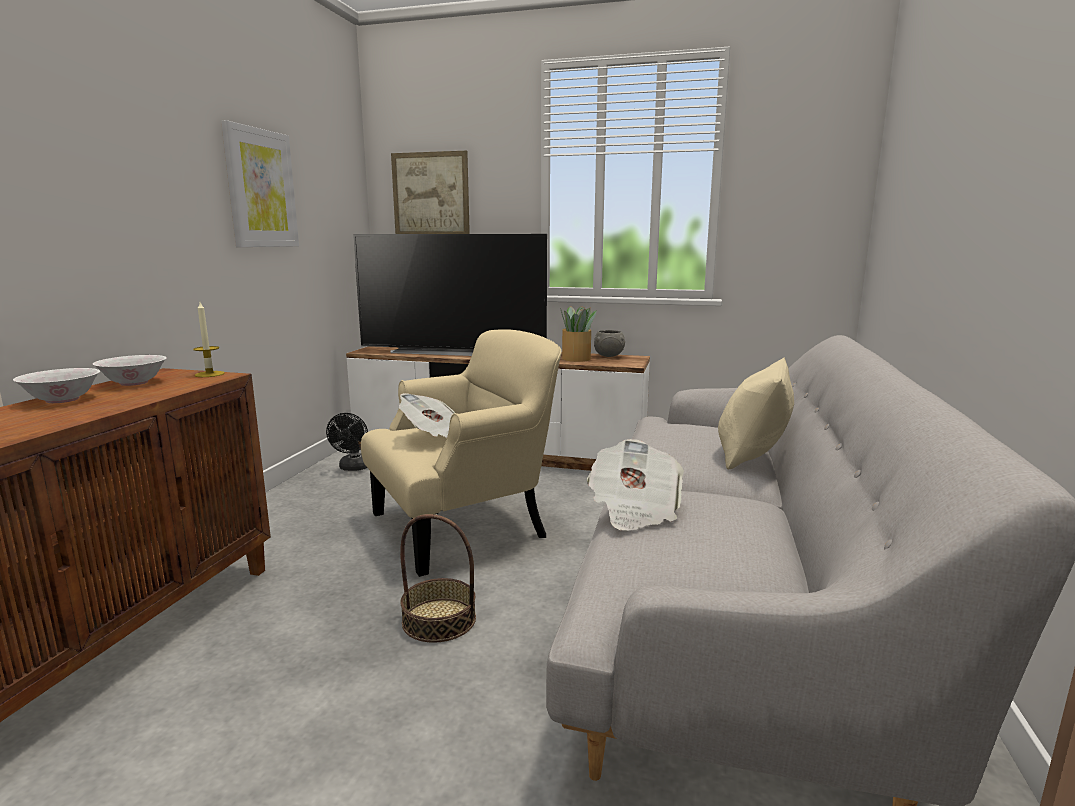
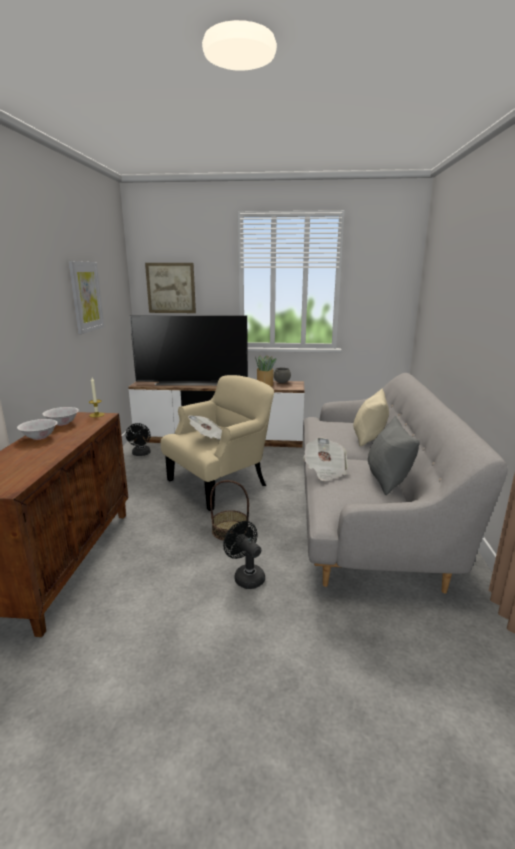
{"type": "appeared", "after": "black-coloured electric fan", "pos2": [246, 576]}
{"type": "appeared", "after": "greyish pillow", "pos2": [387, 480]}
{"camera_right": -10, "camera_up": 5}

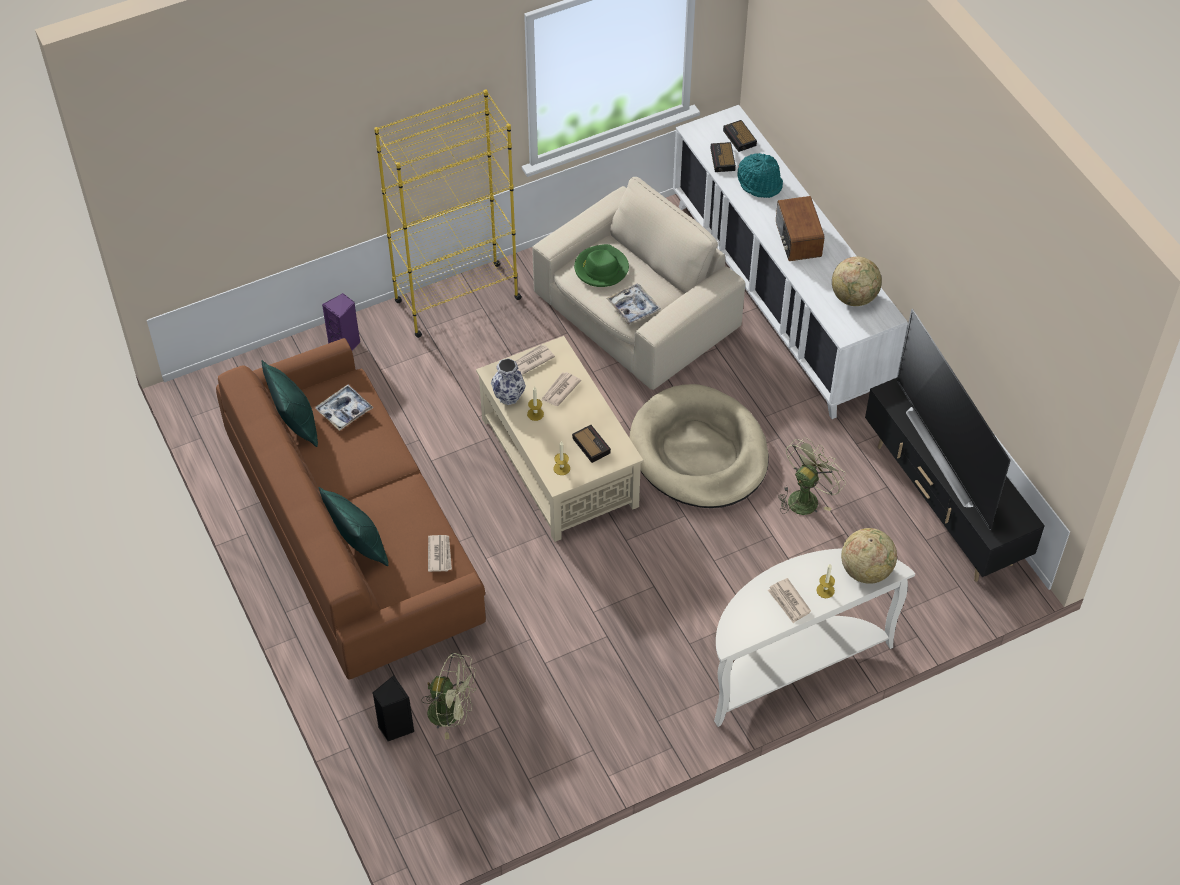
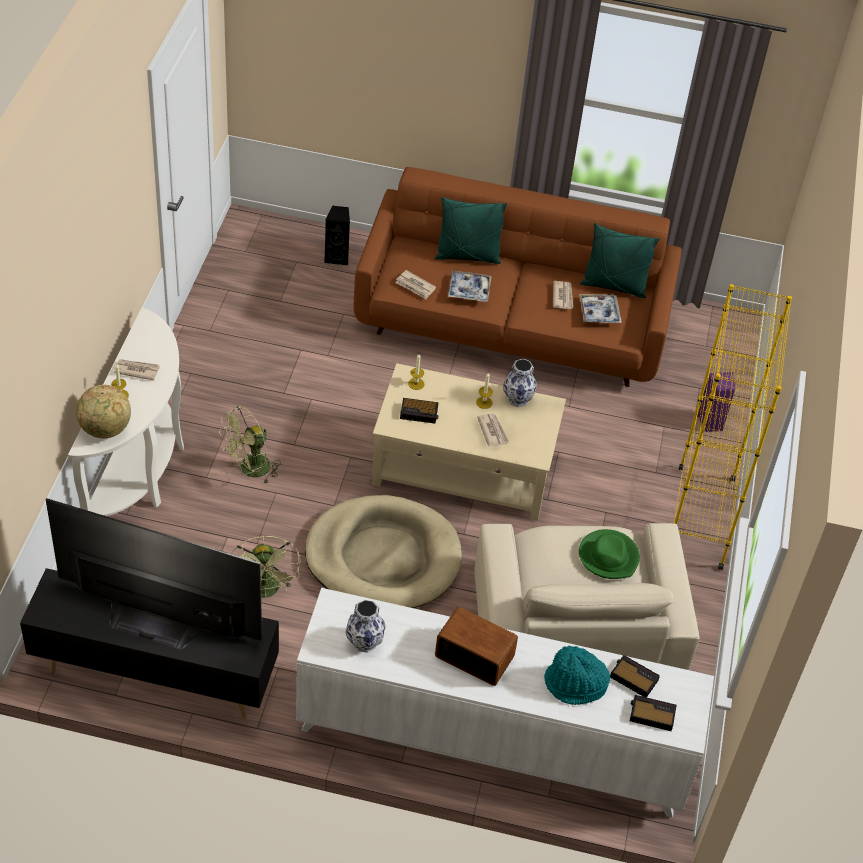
{"type": "relocated", "before": "green electric fan", "pos1": [451, 713], "pos2": [250, 470]}
{"type": "relocated", "before": "newspaper", "pos1": [532, 360], "pos2": [562, 296]}
{"type": "relocated", "before": "carrying tray", "pos1": [633, 307], "pos2": [469, 290]}
{"type": "exchanged", "before": "desk globe", "after": "decorative vase", "pos1": [854, 297], "pos2": [364, 642]}
{"camera_right": 125, "camera_up": -5}

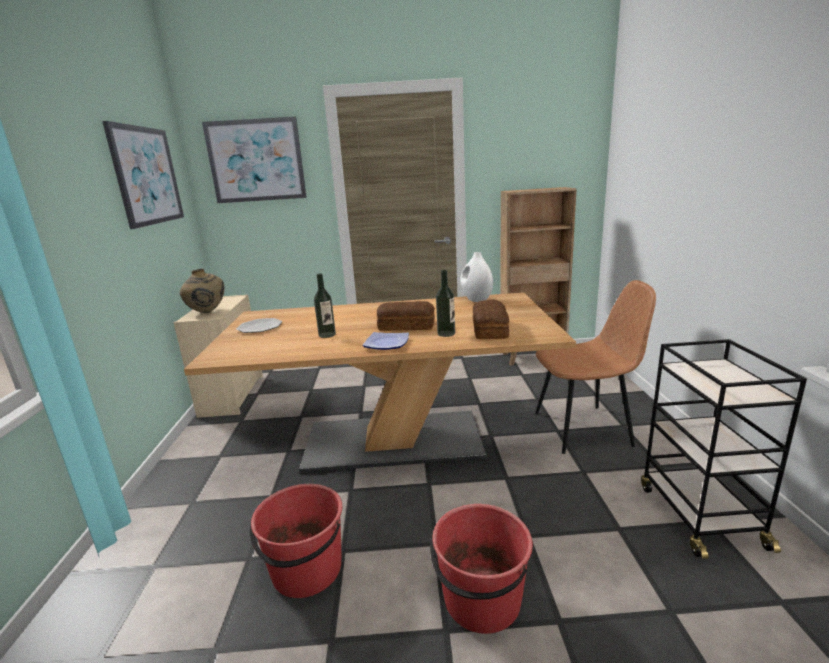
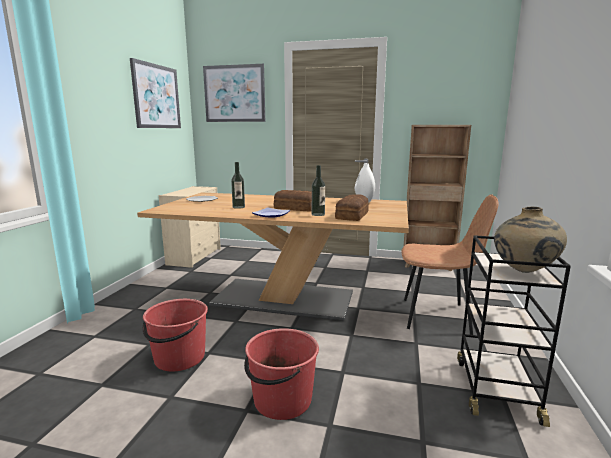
{"type": "relocated", "before": "beige decorative vase", "pos1": [207, 313], "pos2": [524, 272]}
{"camera_right": 15, "camera_up": -5}

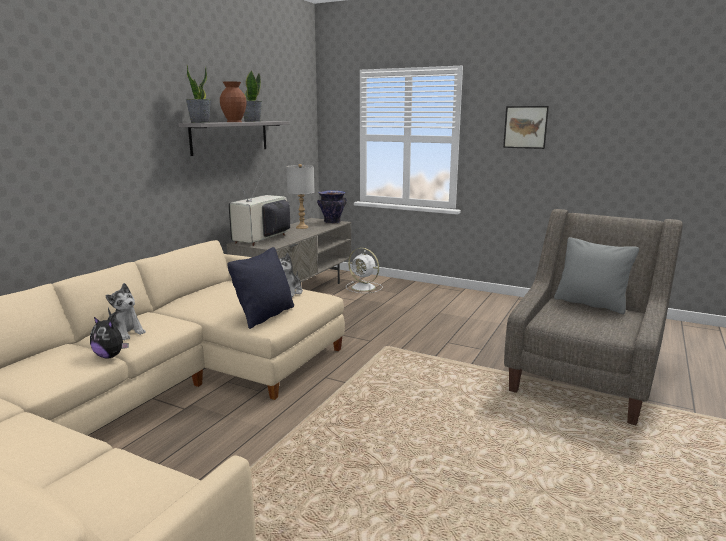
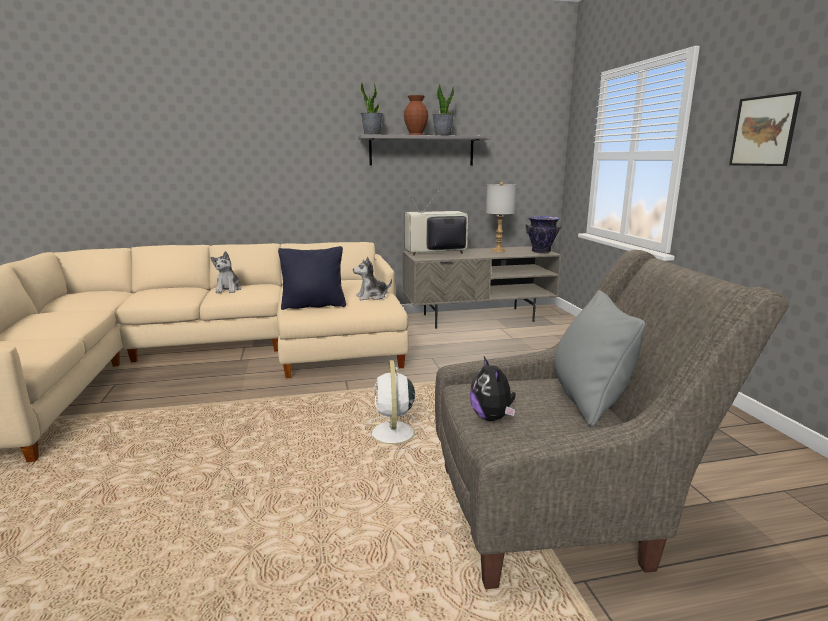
{"type": "relocated", "before": "cuddly toy", "pos1": [110, 356], "pos2": [492, 417]}
{"type": "relocated", "before": "white electric fan", "pos1": [364, 287], "pos2": [393, 434]}
{"camera_right": 50, "camera_up": 0}

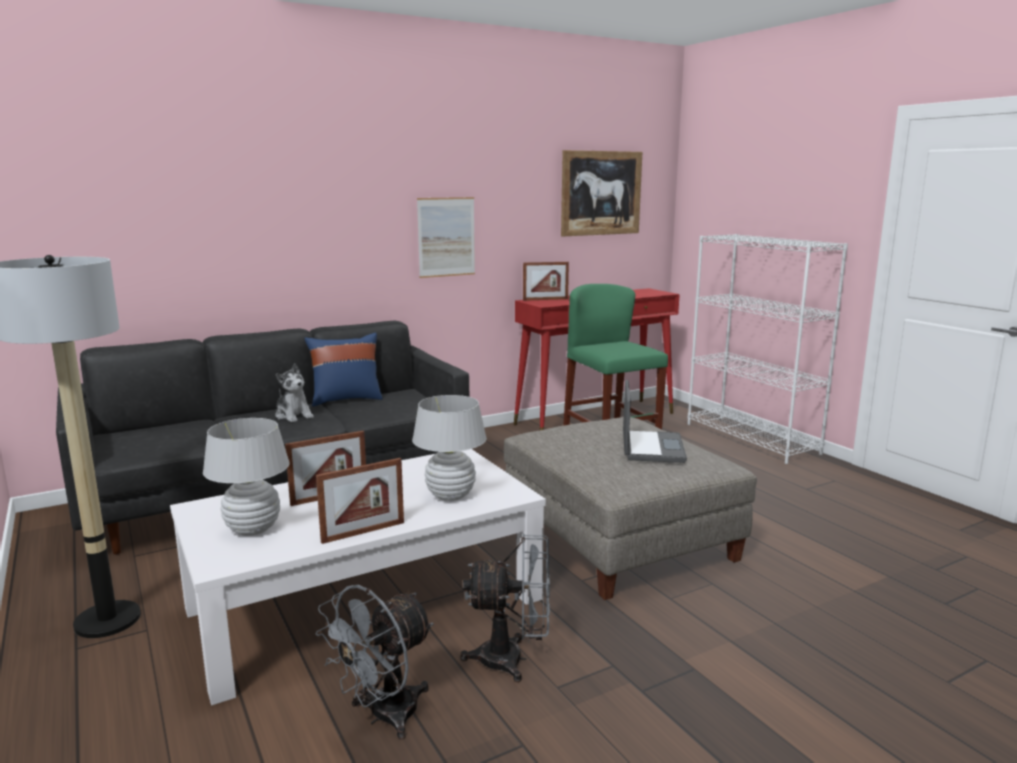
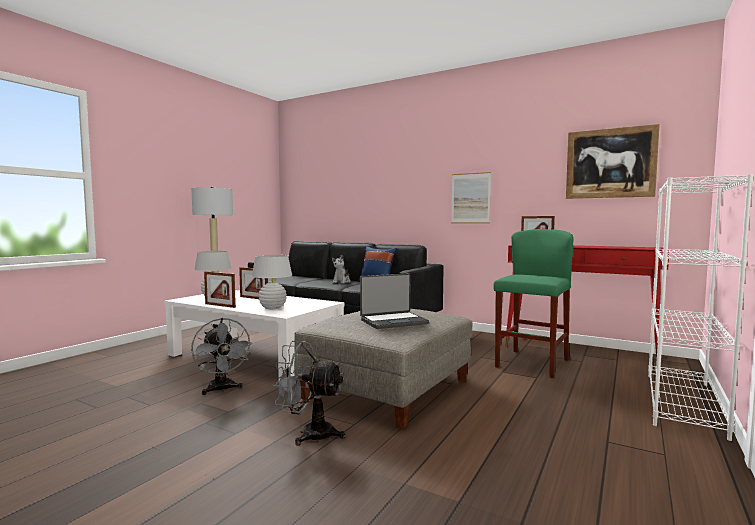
{"type": "relocated", "before": "greyish electric fan", "pos1": [383, 716], "pos2": [309, 433]}
{"camera_right": 60, "camera_up": -10}

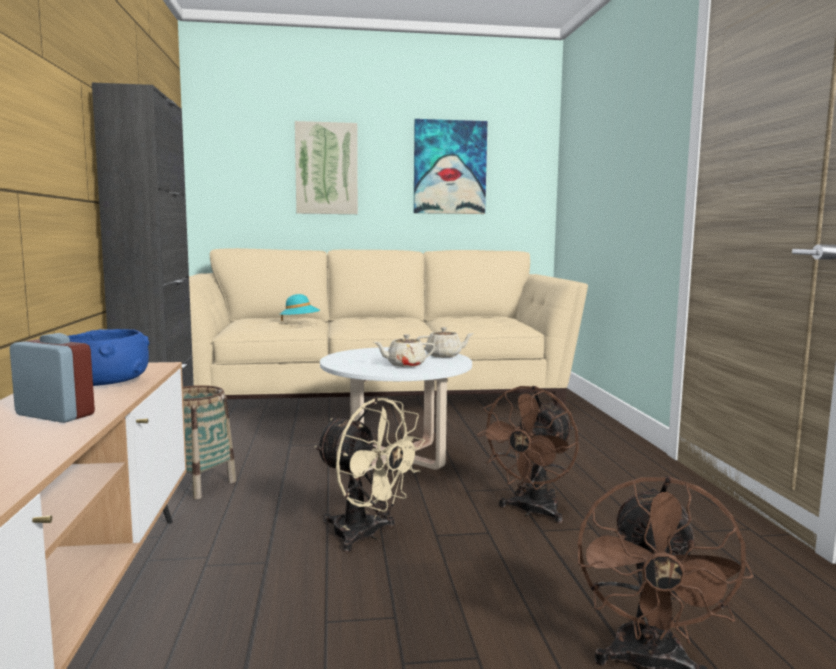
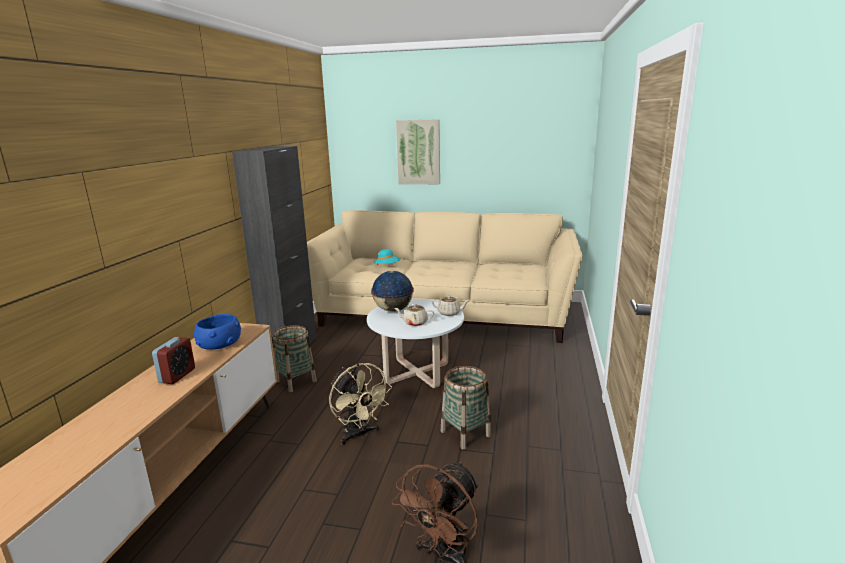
{"type": "missing", "before": "wall art", "pos1": [449, 167]}
{"type": "appeared", "after": "desk globe", "pos2": [393, 310]}
{"type": "exchanged", "before": "brown electric fan", "after": "basket", "pos1": [531, 512], "pos2": [465, 433]}
{"type": "spun", "before": "table clock", "pos1": [55, 415], "pos2": [177, 375], "turn": 60}
{"camera_right": 20, "camera_up": 10}

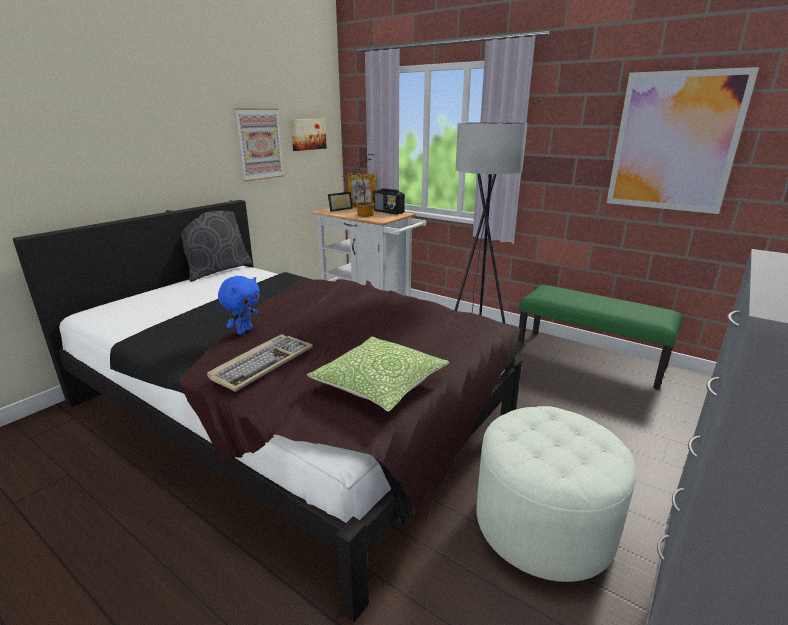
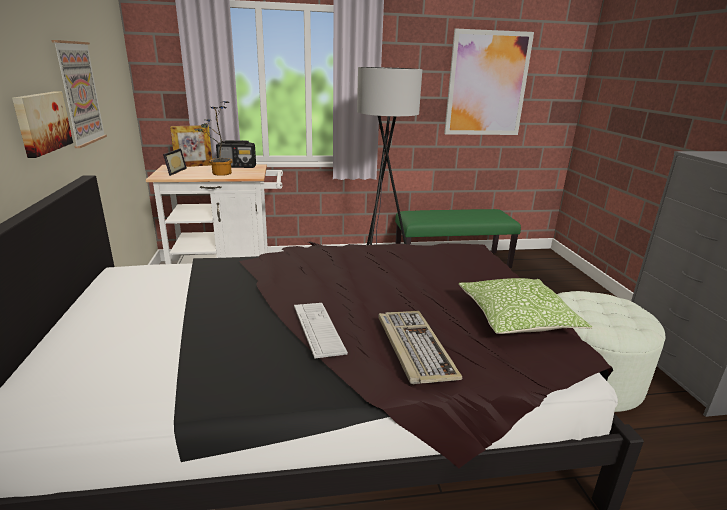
{"type": "missing", "before": "greyish pillow", "pos1": [217, 270]}
{"type": "relocated", "before": "wall art", "pos1": [307, 134], "pos2": [41, 122]}
{"type": "exchanged", "before": "bluish cuddly toy", "after": "PC keyboard", "pos1": [244, 331], "pos2": [318, 329]}
{"camera_right": -45, "camera_up": 0}

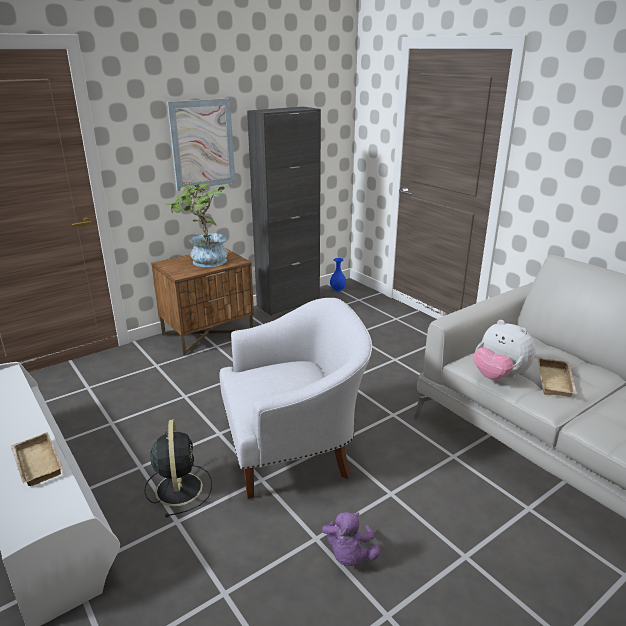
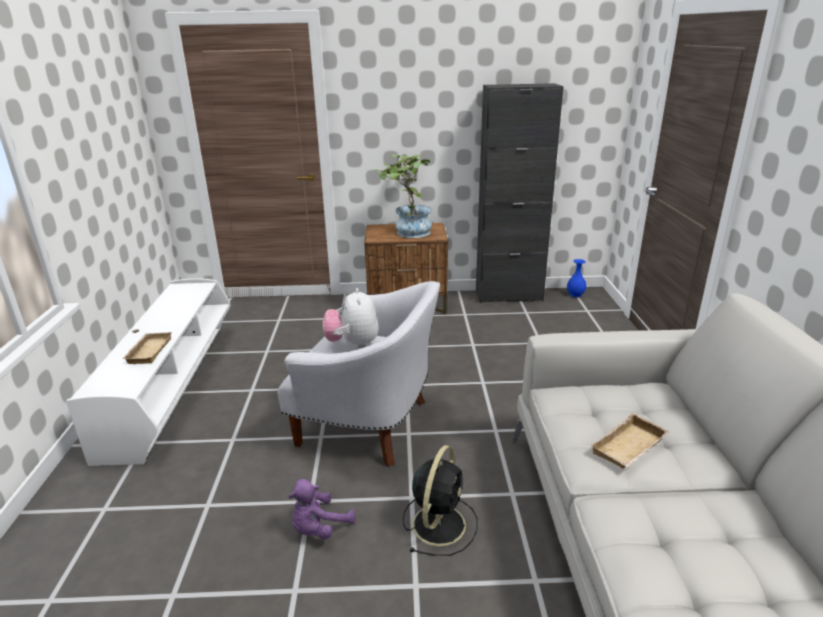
{"type": "missing", "before": "wall art", "pos1": [202, 144]}
{"type": "relocated", "before": "black-coloured electric fan", "pos1": [179, 487], "pos2": [439, 523]}
{"type": "relocated", "before": "cuddly toy", "pos1": [499, 376], "pos2": [353, 344]}
{"camera_right": 35, "camera_up": 0}

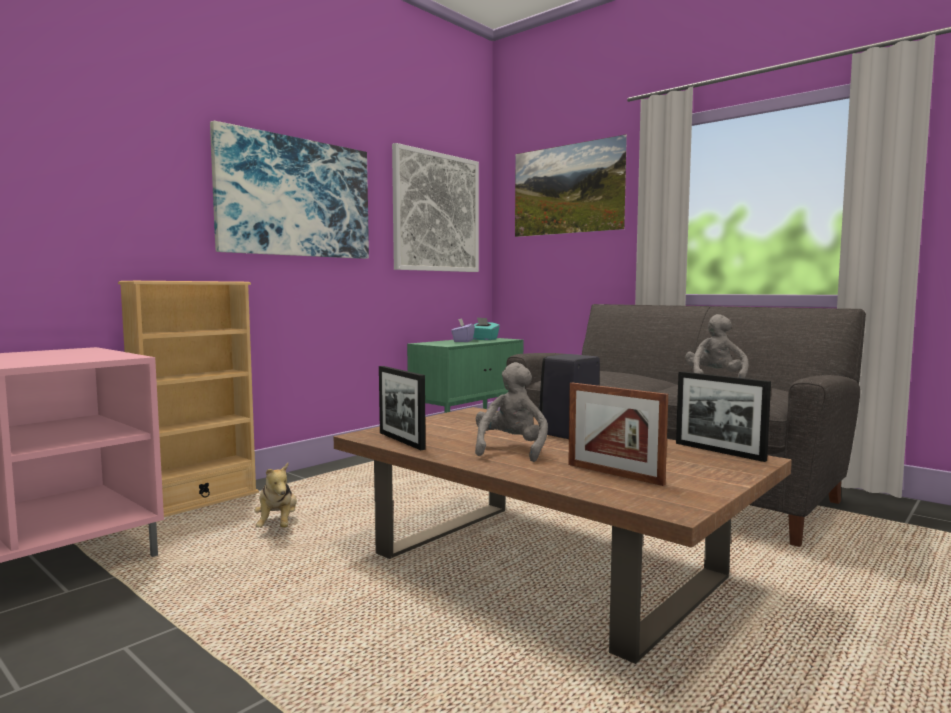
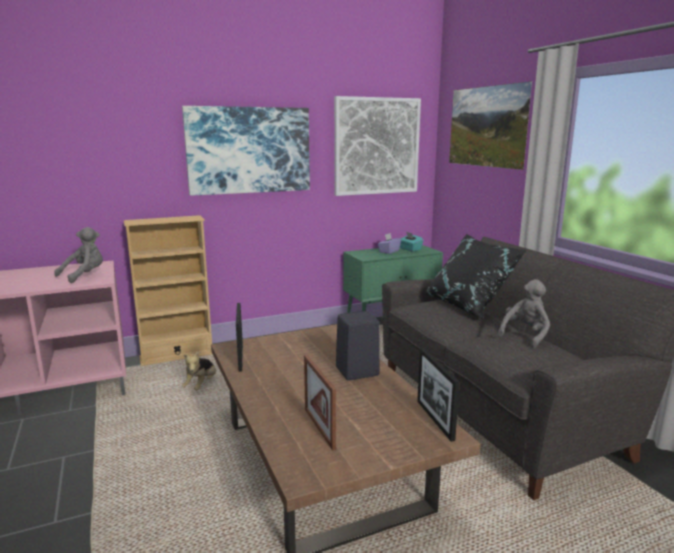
{"type": "appeared", "after": "black-coloured pillow", "pos2": [469, 306]}
{"type": "relocated", "before": "greyish cuddly toy", "pos1": [511, 450], "pos2": [84, 275]}
{"camera_right": 25, "camera_up": 10}

